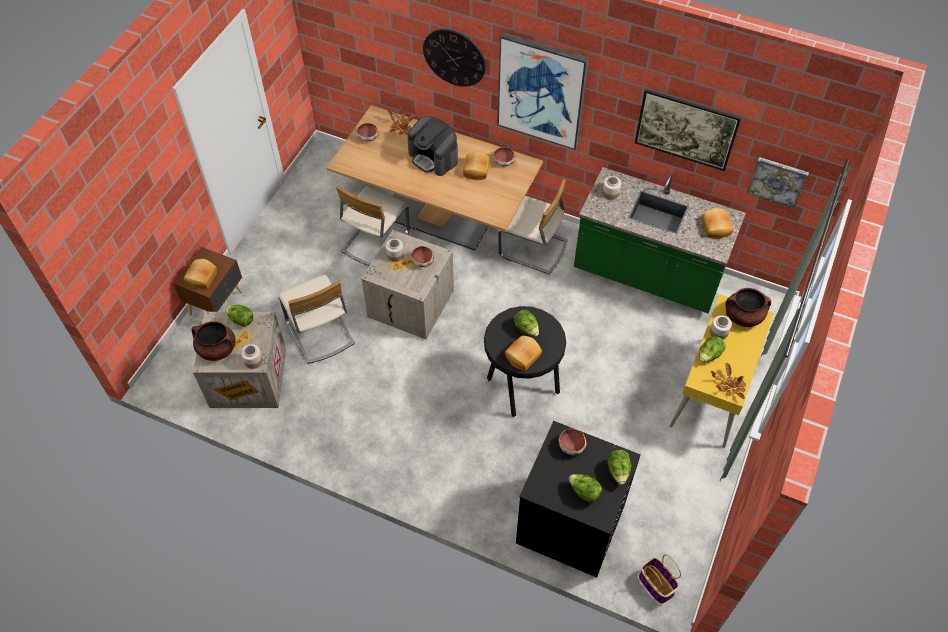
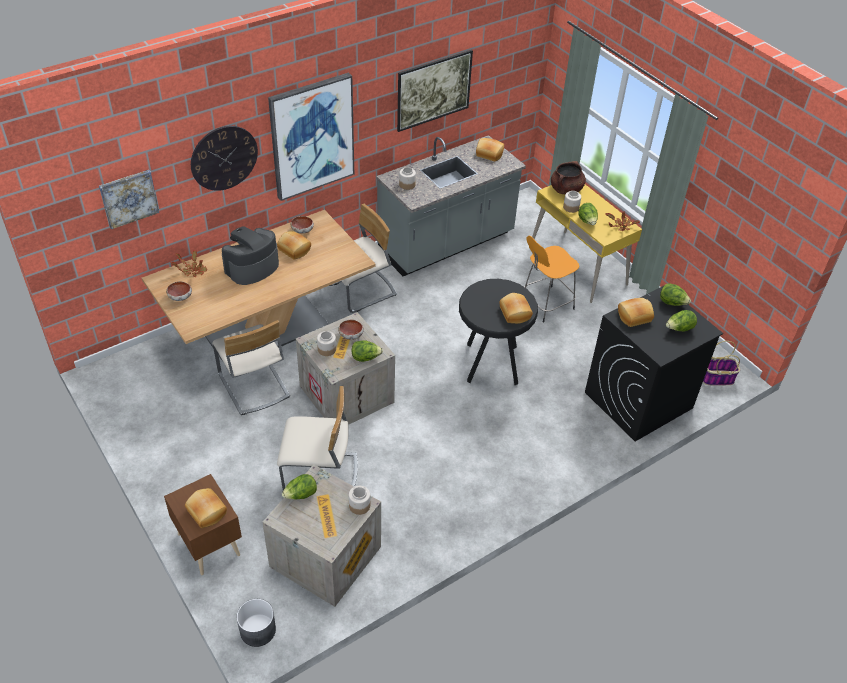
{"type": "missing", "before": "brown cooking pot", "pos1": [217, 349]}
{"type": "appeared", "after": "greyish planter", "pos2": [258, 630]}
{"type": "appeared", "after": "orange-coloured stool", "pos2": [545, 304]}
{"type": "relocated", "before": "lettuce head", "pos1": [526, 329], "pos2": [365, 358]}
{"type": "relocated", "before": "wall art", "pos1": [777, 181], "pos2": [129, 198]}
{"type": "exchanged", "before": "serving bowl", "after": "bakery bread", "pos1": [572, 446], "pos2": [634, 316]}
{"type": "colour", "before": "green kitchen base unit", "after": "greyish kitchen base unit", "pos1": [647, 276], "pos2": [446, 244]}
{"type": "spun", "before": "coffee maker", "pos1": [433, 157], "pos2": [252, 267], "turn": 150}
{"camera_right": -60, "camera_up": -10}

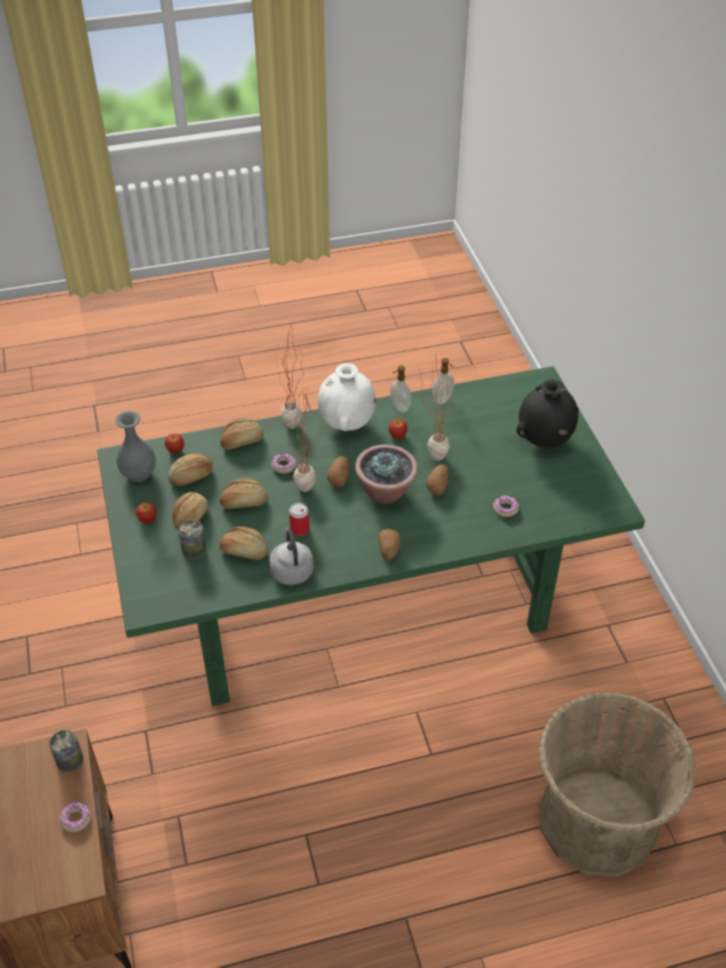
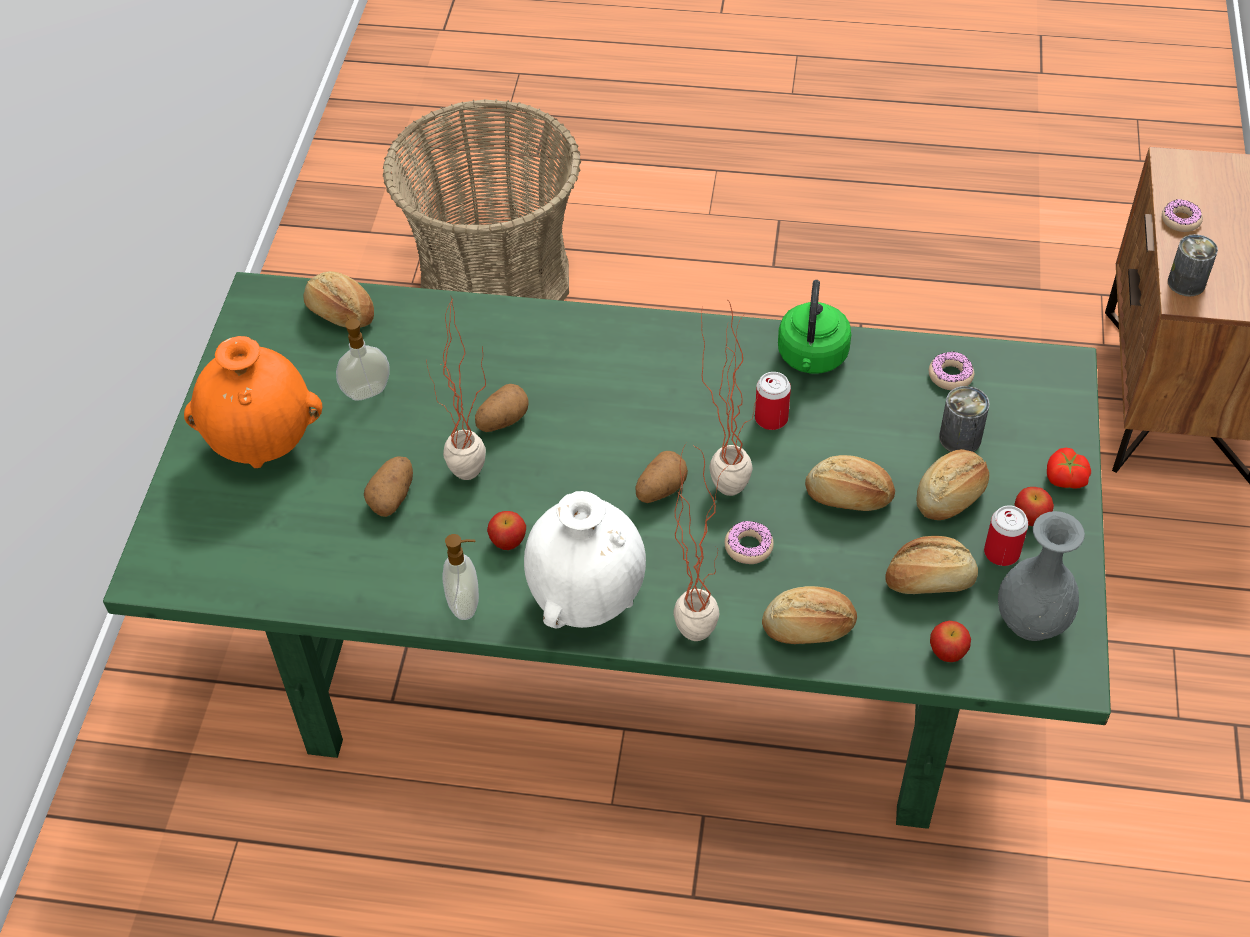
{"type": "missing", "before": "potted plant", "pos1": [385, 492]}
{"type": "appeared", "after": "sealed can", "pos2": [1001, 553]}
{"type": "appeared", "after": "whole tomato", "pos2": [1064, 479]}
{"type": "relocated", "before": "bakery bread", "pos1": [244, 551], "pos2": [340, 313]}
{"type": "relocated", "before": "potato", "pos1": [389, 551], "pos2": [392, 497]}
{"type": "relocated", "before": "liquid soap bottle", "pos1": [443, 400], "pos2": [366, 390]}
{"type": "relocated", "before": "doughnut", "pos1": [505, 508], "pos2": [950, 376]}
{"type": "colour", "before": "greyish tea kettle", "after": "green tea kettle", "pos1": [291, 570], "pos2": [812, 358]}
{"type": "colour", "before": "black-coloured decorative vase", "after": "orange-coloured decorative vase", "pos1": [544, 440], "pos2": [264, 445]}
{"camera_right": -155, "camera_up": 5}

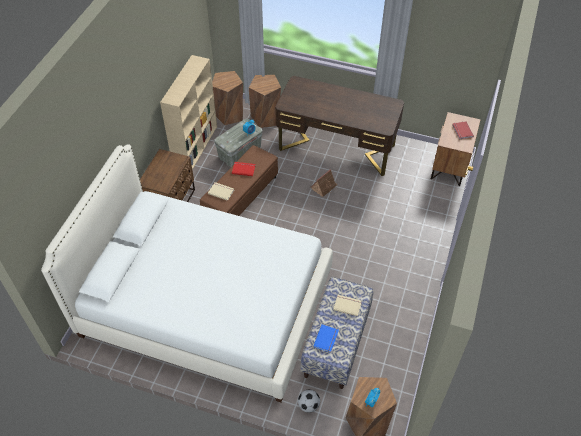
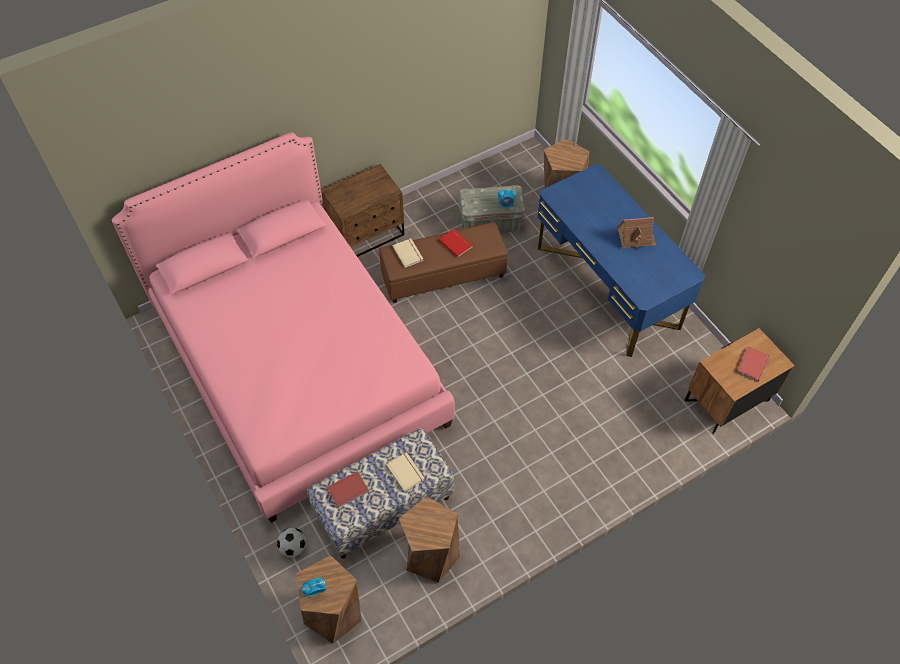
{"type": "missing", "before": "beige bookcase", "pos1": [196, 146]}
{"type": "relocated", "before": "brown stool", "pos1": [229, 114], "pos2": [431, 555]}
{"type": "relocated", "before": "toy house", "pos1": [324, 187], "pos2": [636, 238]}
{"type": "colour", "before": "white sleeping bed", "after": "pinkish sleeping bed", "pos1": [206, 304], "pos2": [299, 366]}
{"type": "colour", "before": "brown desk unit", "after": "bluish desk unit", "pos1": [336, 147], "pos2": [607, 287]}
{"type": "colour", "before": "bluish volume", "after": "reddish volume", "pos1": [327, 339], "pos2": [348, 491]}
{"camera_right": 40, "camera_up": 5}

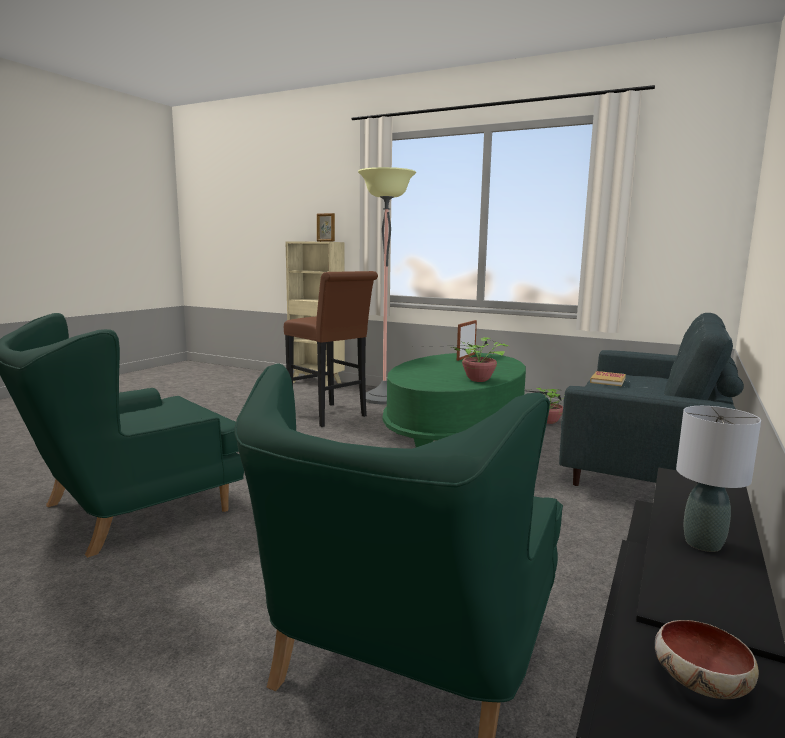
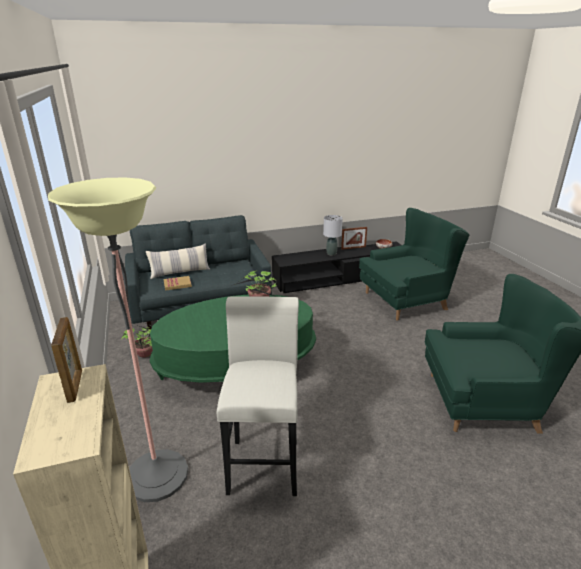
{"type": "appeared", "after": "pillow", "pos2": [180, 272]}
{"type": "relocated", "before": "picture frame", "pos1": [466, 357], "pos2": [353, 248]}
{"type": "colour", "before": "brown stool", "after": "white stool", "pos1": [330, 416], "pos2": [264, 461]}
{"camera_right": -135, "camera_up": 15}

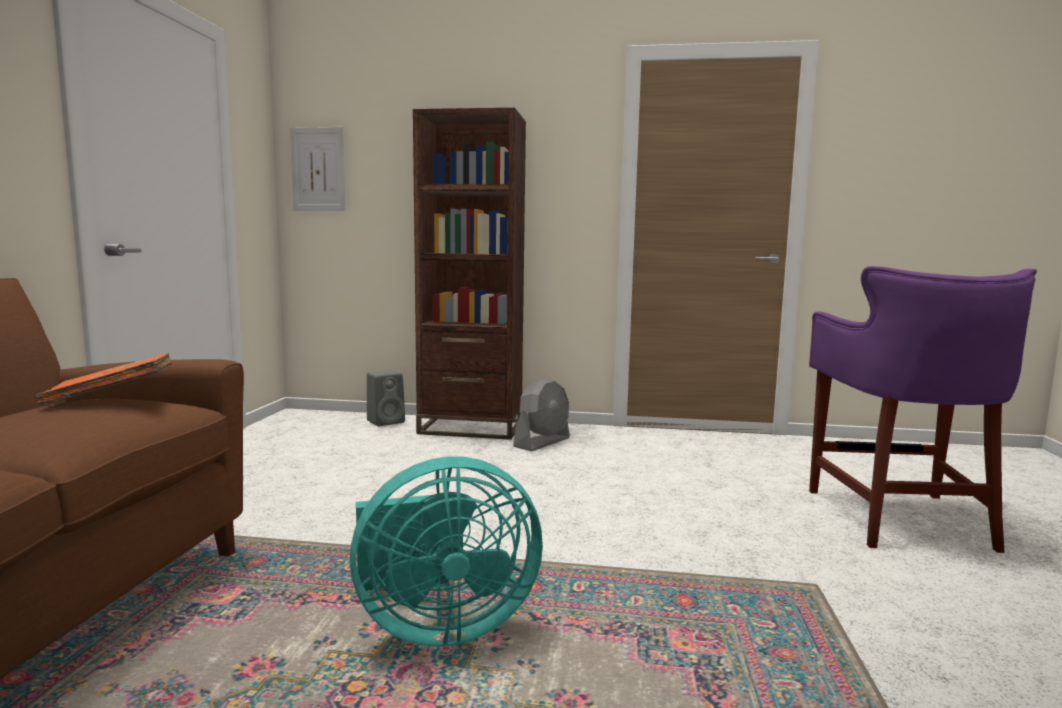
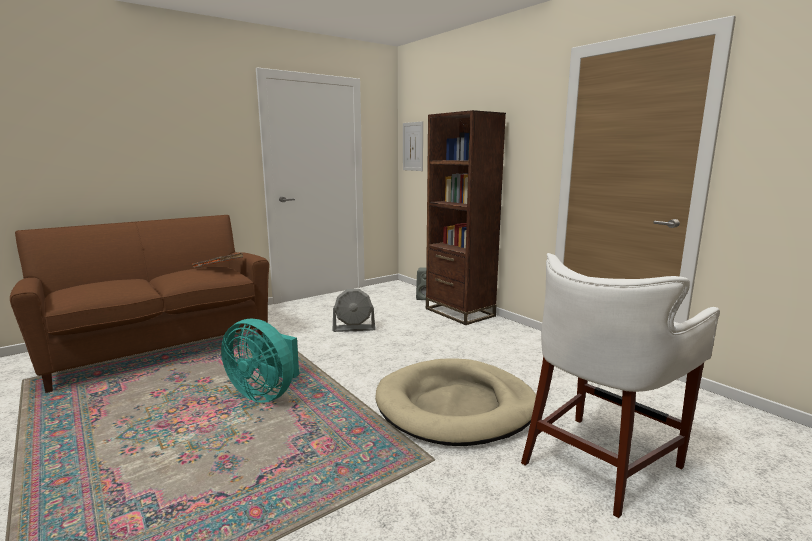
{"type": "appeared", "after": "beige pet bed", "pos2": [456, 406]}
{"type": "relocated", "before": "greyish electric fan", "pos1": [542, 442], "pos2": [354, 328]}
{"type": "colour", "before": "purplish stool", "after": "white stool", "pos1": [899, 518], "pos2": [600, 462]}
{"camera_right": 45, "camera_up": 5}

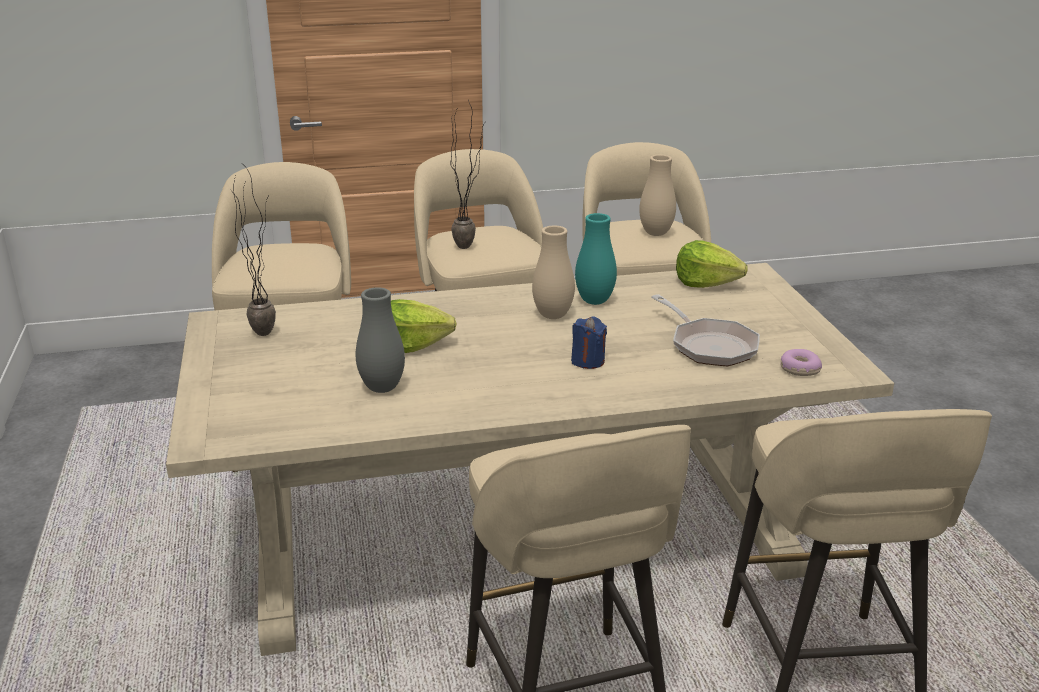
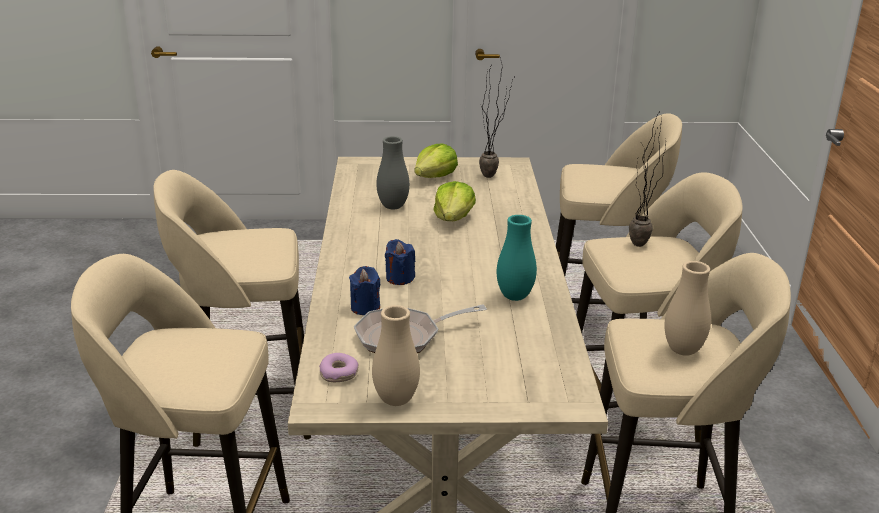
{"type": "appeared", "after": "bluish wax candle", "pos2": [365, 308]}
{"type": "relocated", "before": "beige decorative vase", "pos1": [553, 315], "pos2": [396, 400]}
{"type": "relocated", "before": "lettuce head", "pos1": [706, 283], "pos2": [435, 177]}
{"camera_right": 100, "camera_up": 0}

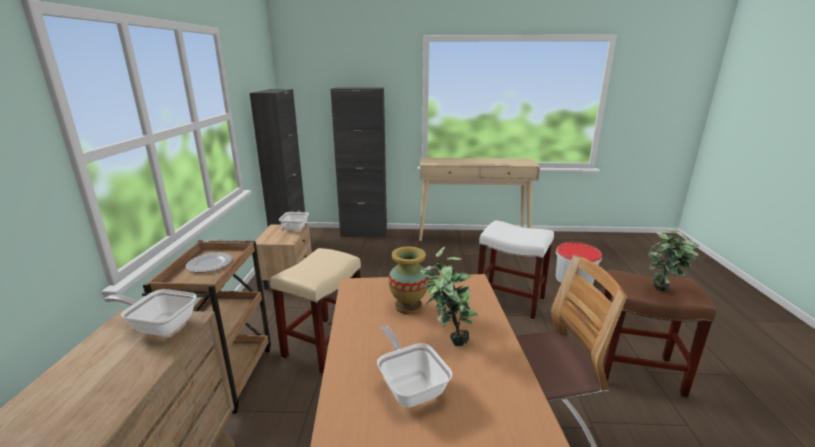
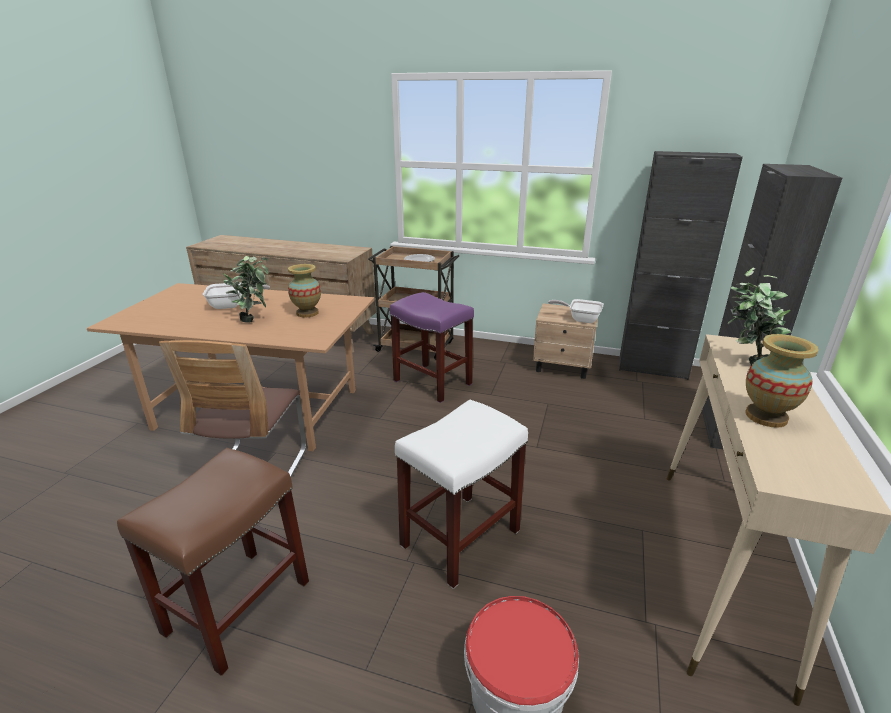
{"type": "missing", "before": "frying pan", "pos1": [160, 326]}
{"type": "appeared", "after": "decorative vase", "pos2": [766, 417]}
{"type": "relocated", "before": "potted plant", "pos1": [662, 293], "pos2": [744, 363]}
{"type": "colour", "before": "beige stool", "after": "purplish stool", "pos1": [324, 344], "pos2": [433, 382]}
{"camera_right": 105, "camera_up": 5}

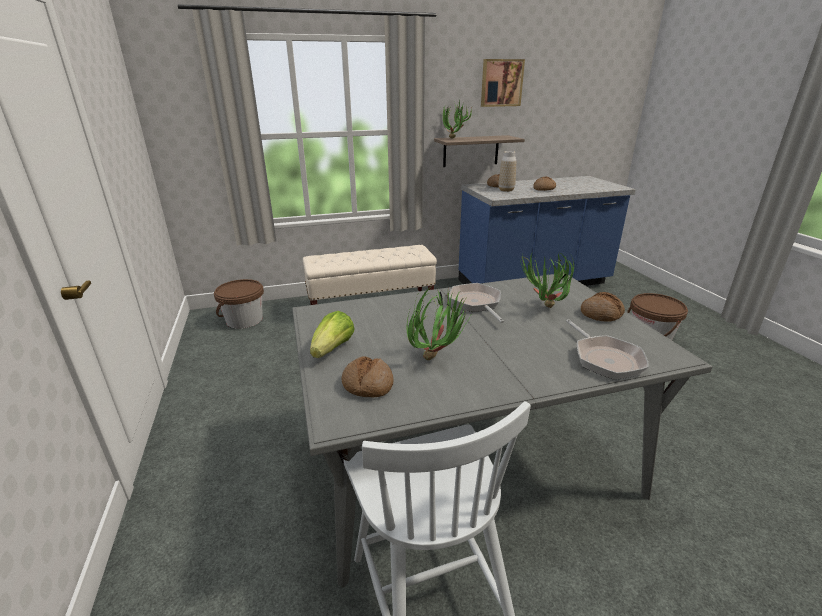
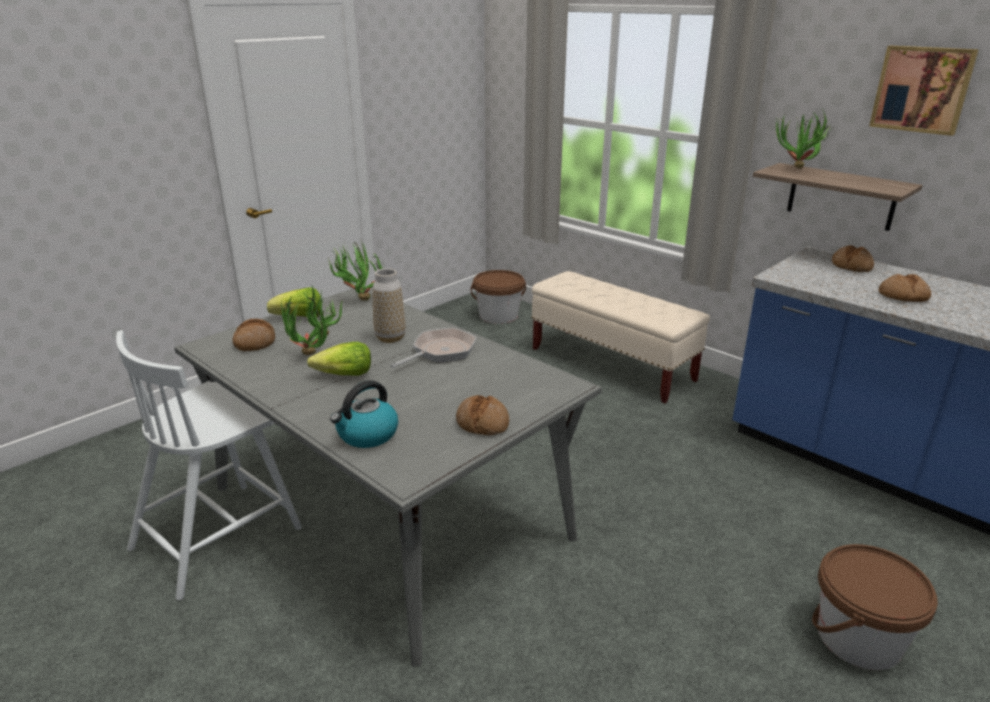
{"type": "appeared", "after": "lettuce head", "pos2": [344, 375]}
{"type": "relocated", "before": "decorative vase", "pos1": [506, 190], "pos2": [390, 338]}
{"type": "relocated", "before": "potted plant", "pos1": [545, 309], "pos2": [358, 299]}
{"type": "exchanged", "before": "frying pan", "after": "tea kettle", "pos1": [605, 358], "pos2": [367, 435]}
{"camera_right": 60, "camera_up": 0}

